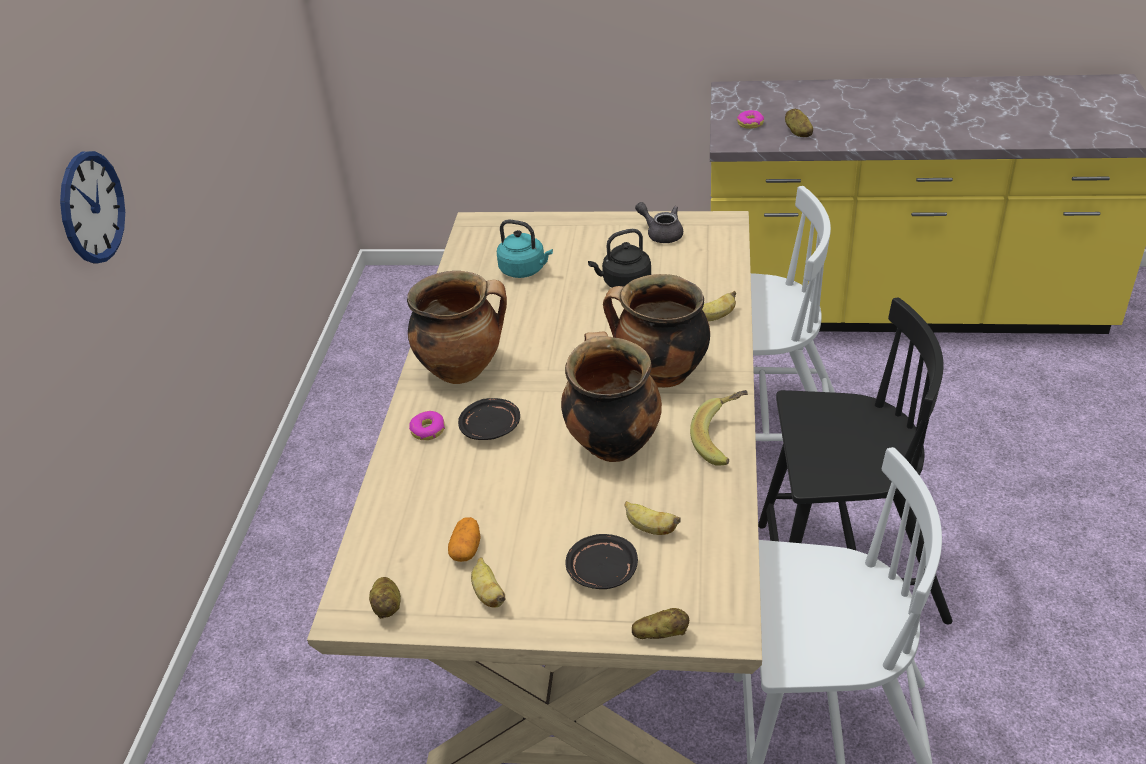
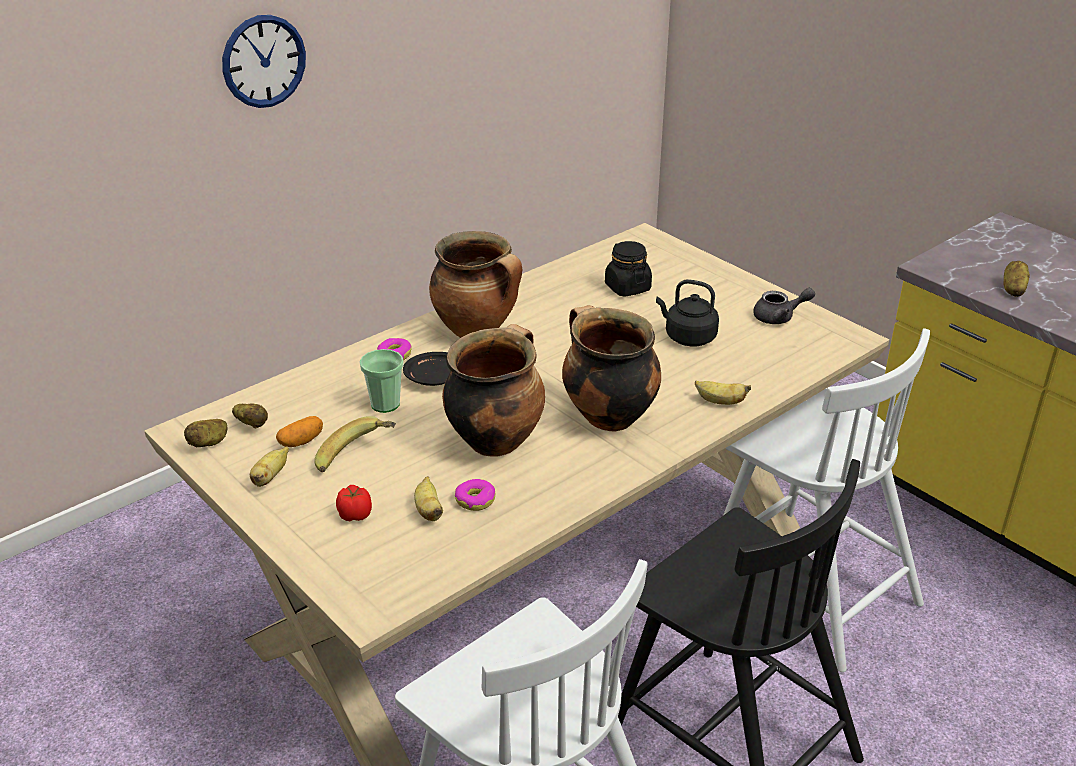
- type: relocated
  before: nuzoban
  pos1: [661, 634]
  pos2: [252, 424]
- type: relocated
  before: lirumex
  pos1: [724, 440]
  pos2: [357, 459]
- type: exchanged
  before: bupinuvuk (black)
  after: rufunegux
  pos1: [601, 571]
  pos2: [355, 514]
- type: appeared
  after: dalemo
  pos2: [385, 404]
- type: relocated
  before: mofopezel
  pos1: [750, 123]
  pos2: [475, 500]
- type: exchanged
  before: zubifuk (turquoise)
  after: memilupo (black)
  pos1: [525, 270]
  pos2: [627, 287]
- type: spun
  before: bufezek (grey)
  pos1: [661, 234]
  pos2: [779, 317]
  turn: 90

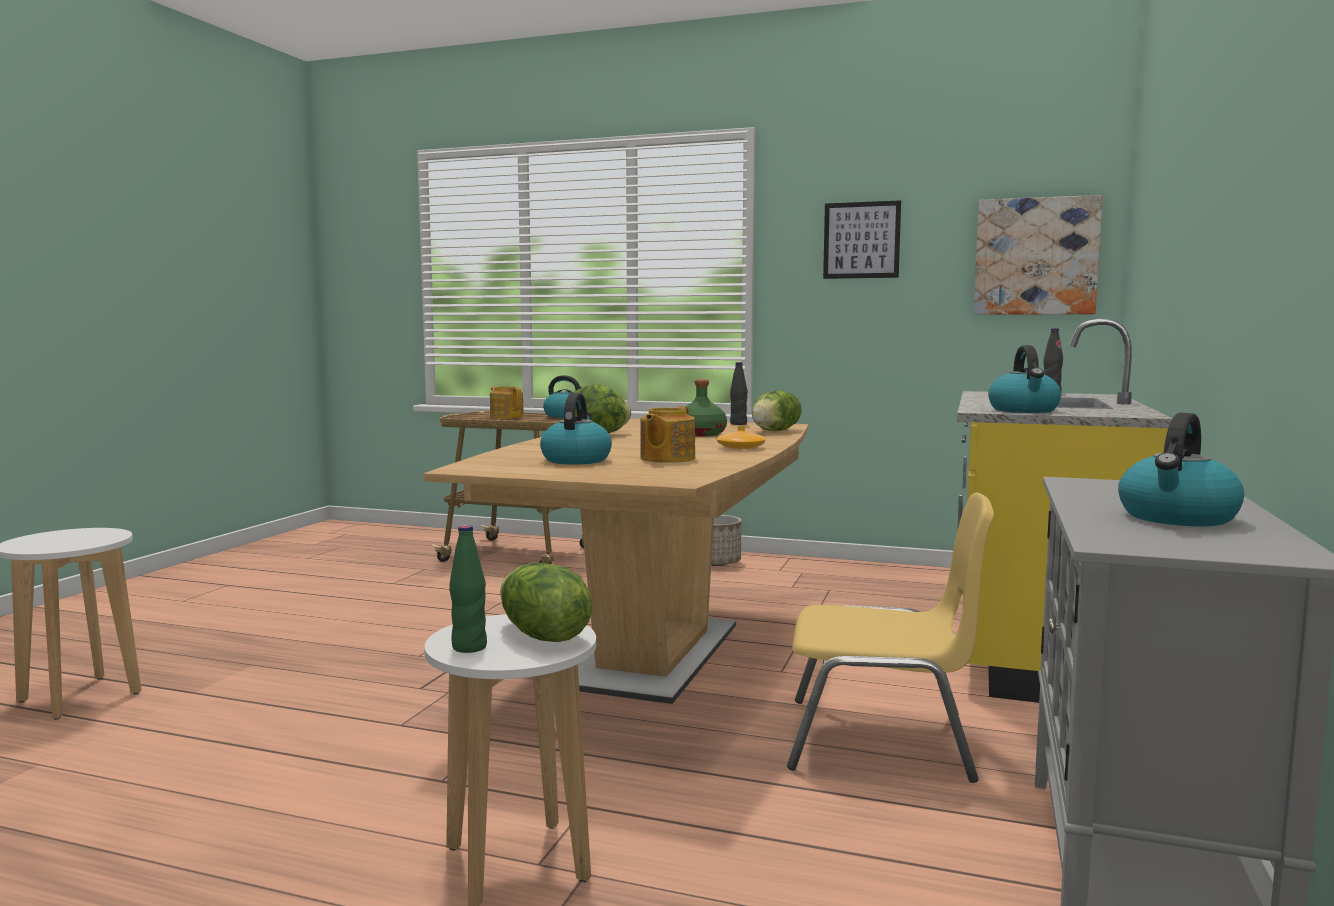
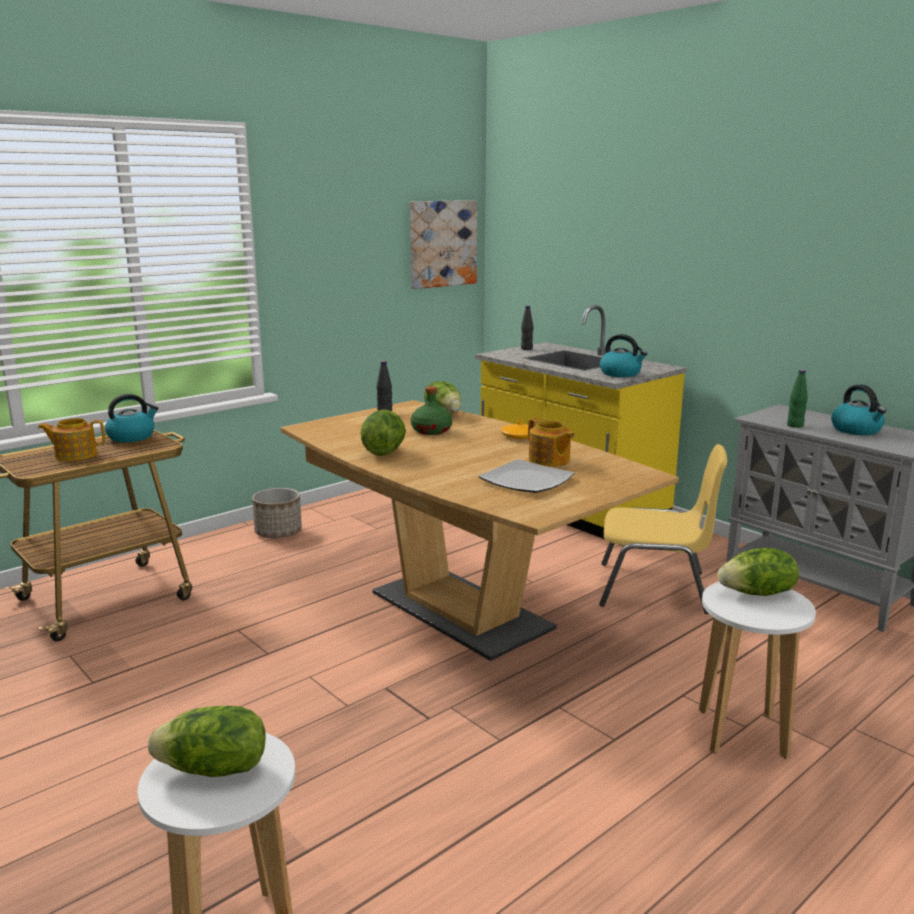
- type: appeared
  after: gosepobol
  pos2: [214, 770]
- type: exchanged
  before: zubifuk
  after: bupinuvuk
  pos1: [576, 460]
  pos2: [526, 481]
- type: spun
  before: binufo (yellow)
  pos1: [882, 740]
  pos2: [654, 589]
  turn: 60
- type: relocated
  before: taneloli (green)
  pos1: [469, 647]
  pos2: [795, 425]
- type: missing
  before: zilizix
  pos1: [861, 240]

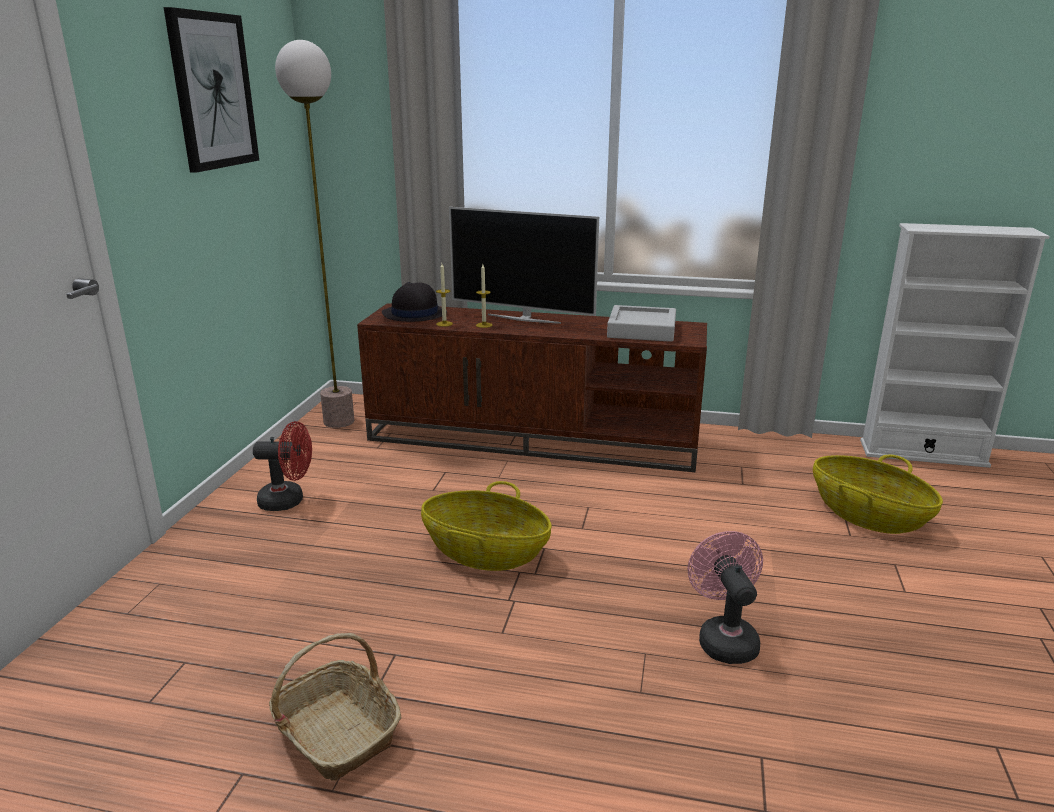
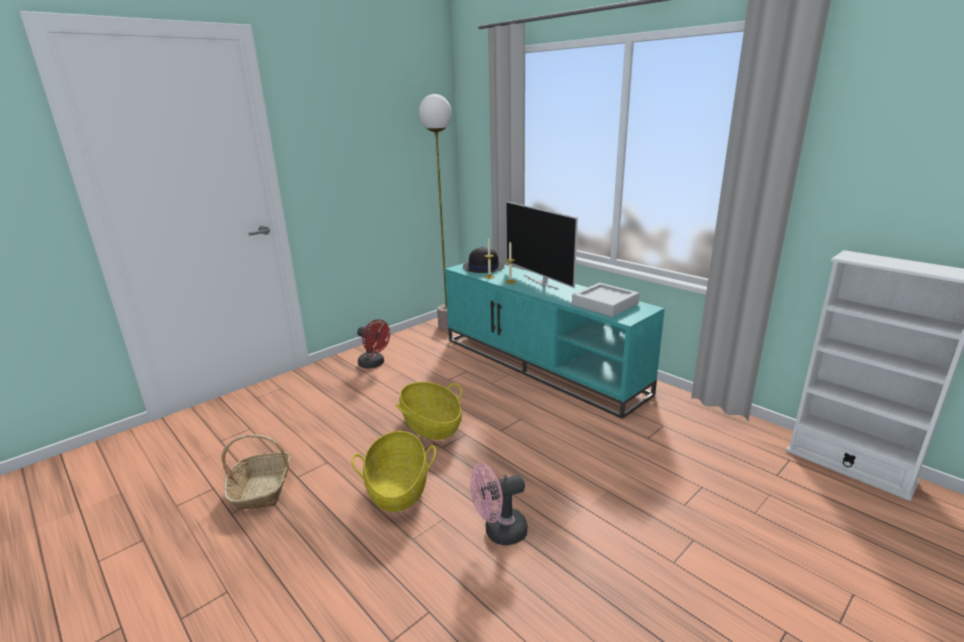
- type: relocated
  before: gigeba
  pos1: [868, 515]
  pos2: [397, 488]
- type: colour
  before: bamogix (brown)
  after: bamogix (turquoise)
  pos1: [534, 438]
  pos2: [542, 365]
- type: spun
  before: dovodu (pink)
  pos1: [724, 638]
  pos2: [499, 532]
  turn: -135
- type: missing
  before: zilizix
  pos1: [213, 91]

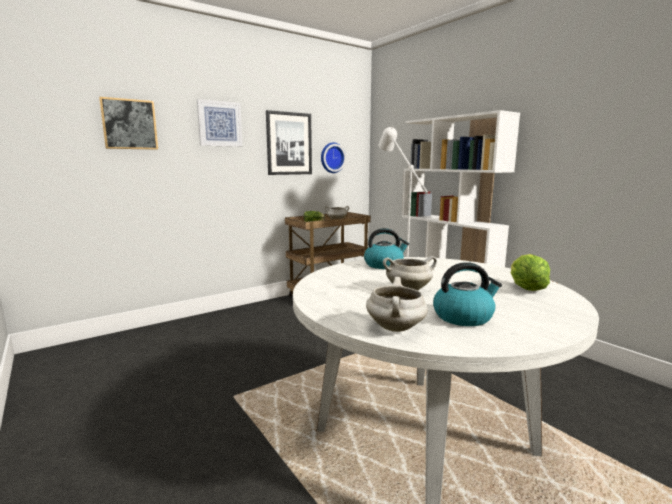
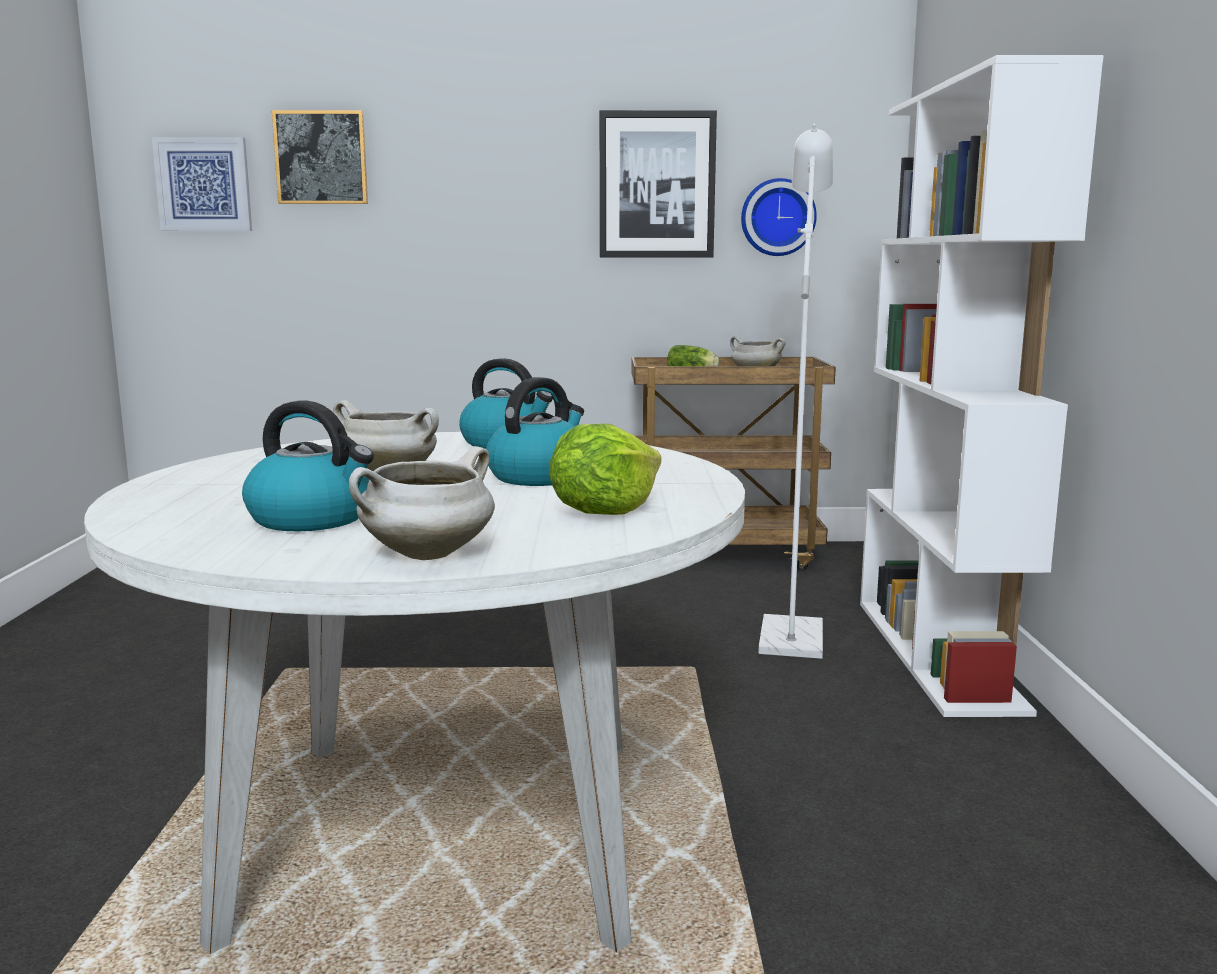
- type: relocated
  before: zilizix
  pos1: [219, 124]
  pos2: [204, 184]
- type: relocated
  before: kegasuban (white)
  pos1: [396, 328]
  pos2: [427, 555]
- type: appeared
  after: zubifuk
  pos2: [540, 476]

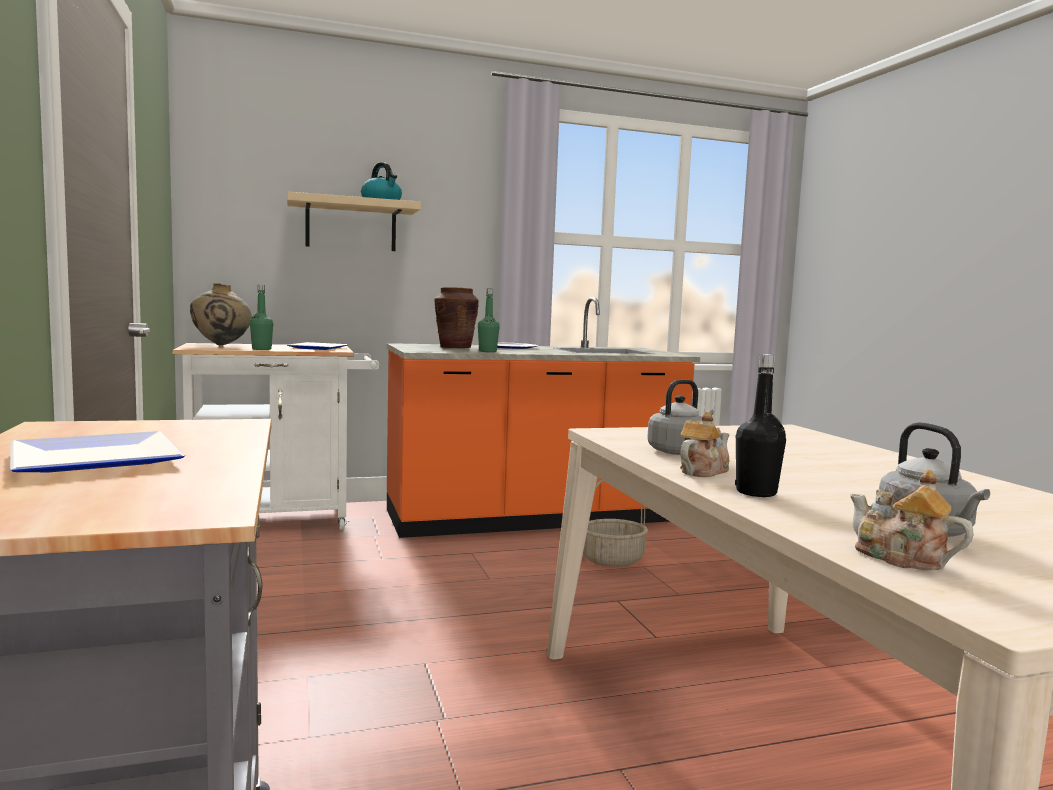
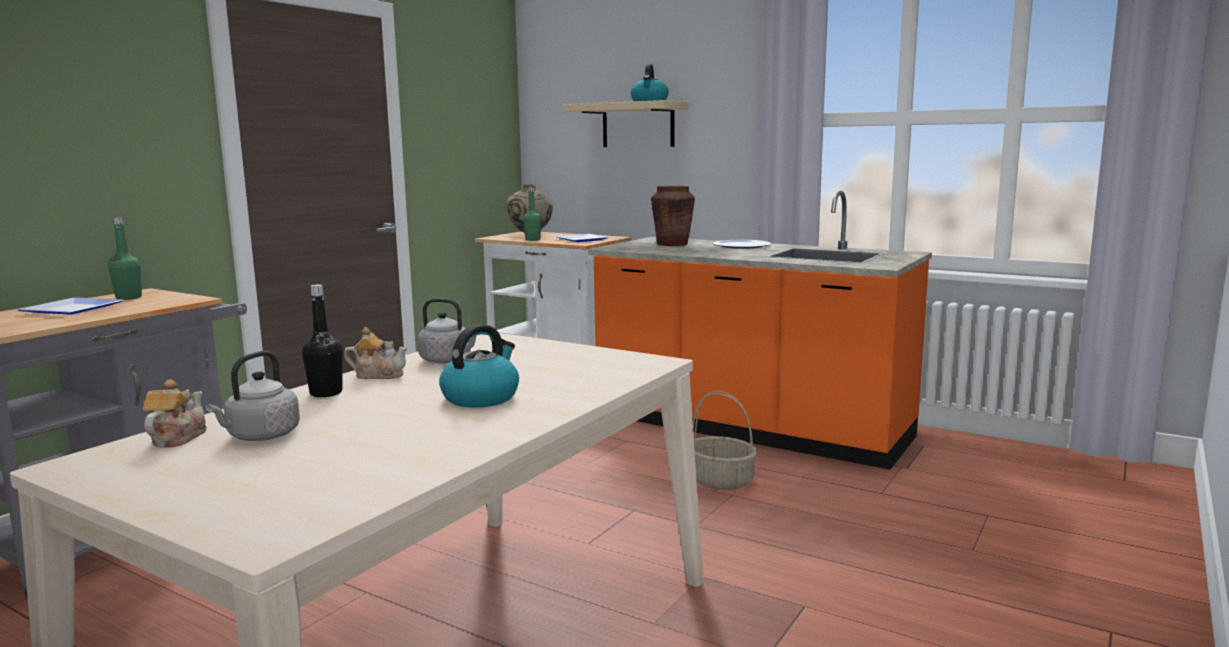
- type: relocated
  before: taneloli (green)
  pos1: [487, 351]
  pos2: [129, 298]
- type: appeared
  after: zubifuk
  pos2: [481, 397]

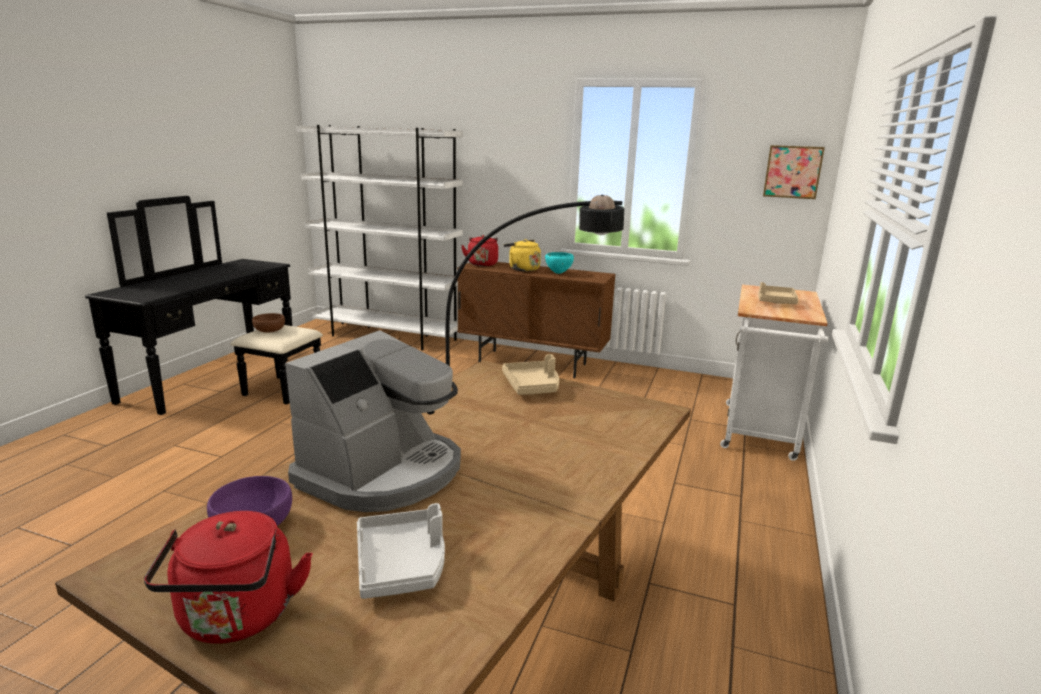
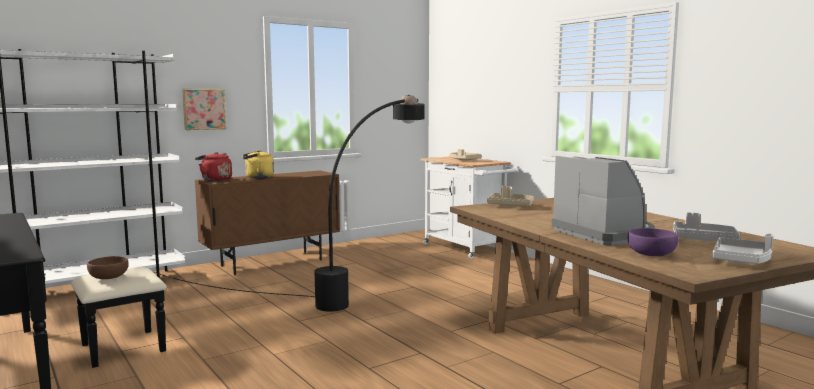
- type: relocated
  before: zilizix
  pos1: [792, 172]
  pos2: [203, 109]
- type: exchanged
  before: zubifuk (red)
  after: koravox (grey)
  pos1: [237, 619]
  pos2: [742, 260]
- type: missing
  before: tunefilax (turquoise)
  pos1: [558, 273]

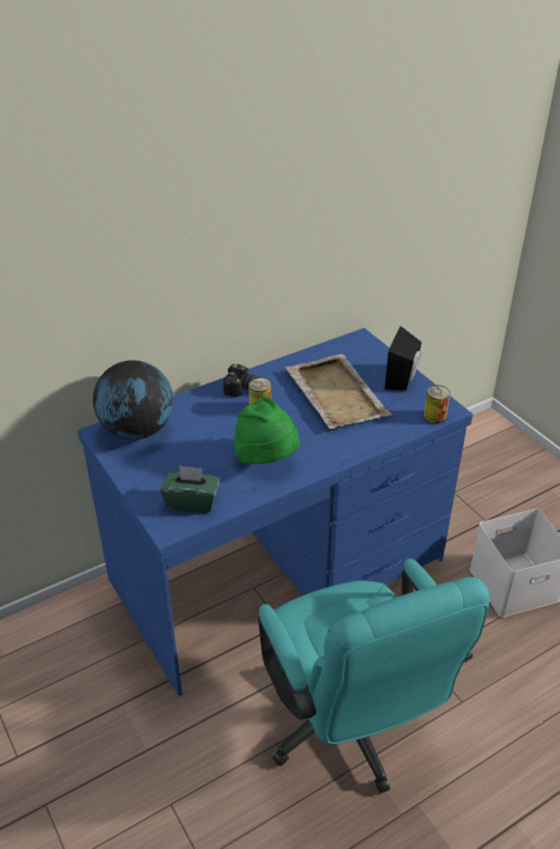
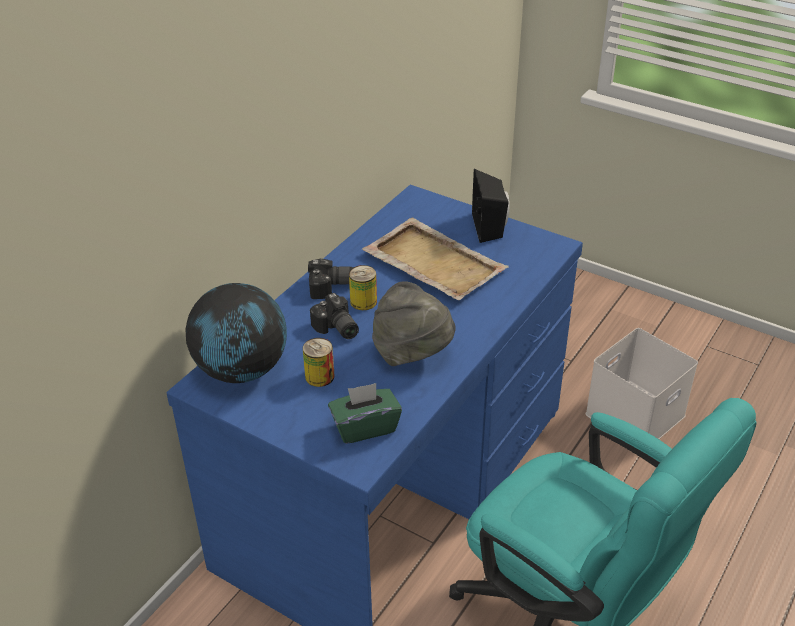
- type: relocated
  before: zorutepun
  pos1: [435, 416]
  pos2: [319, 376]
- type: appeared
  after: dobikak
  pos2: [336, 329]
- type: colour
  before: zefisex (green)
  after: zefisex (grey)
  pos1: [267, 459]
  pos2: [412, 354]

